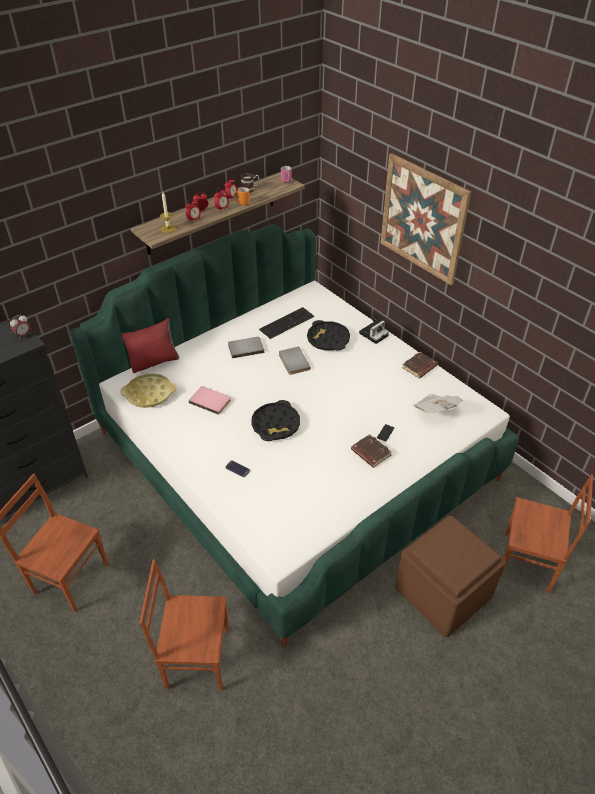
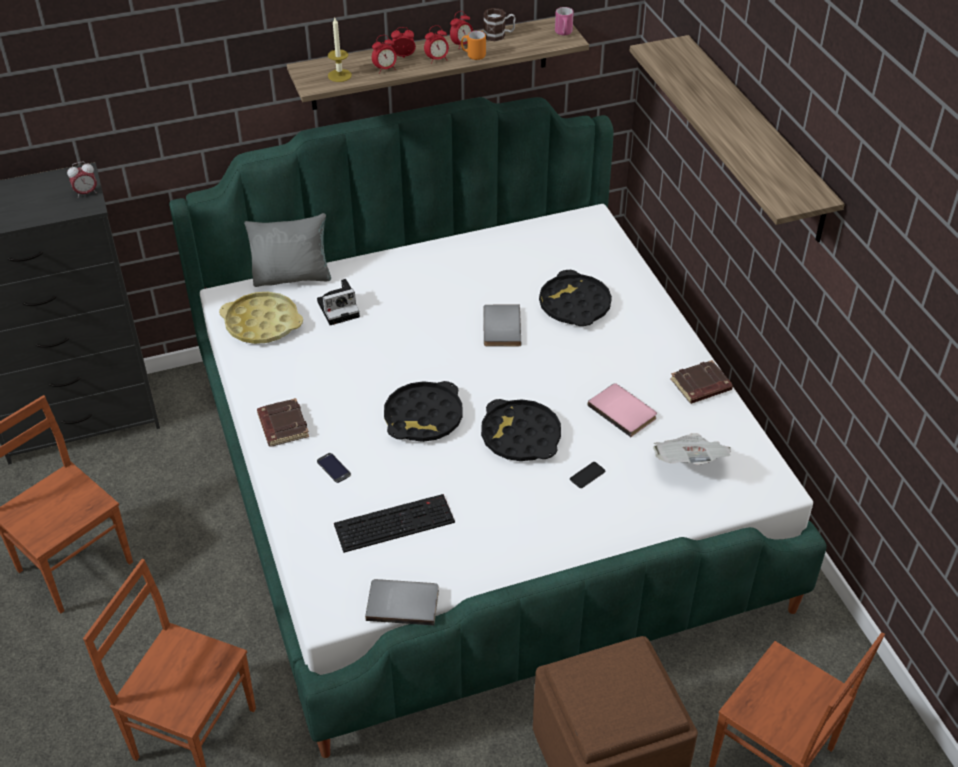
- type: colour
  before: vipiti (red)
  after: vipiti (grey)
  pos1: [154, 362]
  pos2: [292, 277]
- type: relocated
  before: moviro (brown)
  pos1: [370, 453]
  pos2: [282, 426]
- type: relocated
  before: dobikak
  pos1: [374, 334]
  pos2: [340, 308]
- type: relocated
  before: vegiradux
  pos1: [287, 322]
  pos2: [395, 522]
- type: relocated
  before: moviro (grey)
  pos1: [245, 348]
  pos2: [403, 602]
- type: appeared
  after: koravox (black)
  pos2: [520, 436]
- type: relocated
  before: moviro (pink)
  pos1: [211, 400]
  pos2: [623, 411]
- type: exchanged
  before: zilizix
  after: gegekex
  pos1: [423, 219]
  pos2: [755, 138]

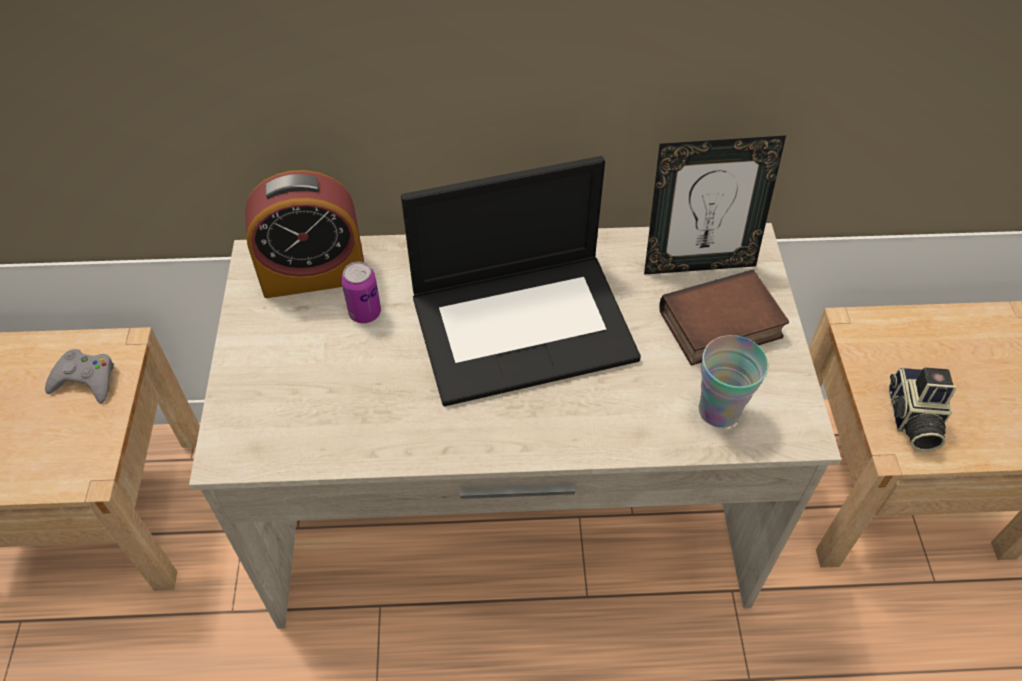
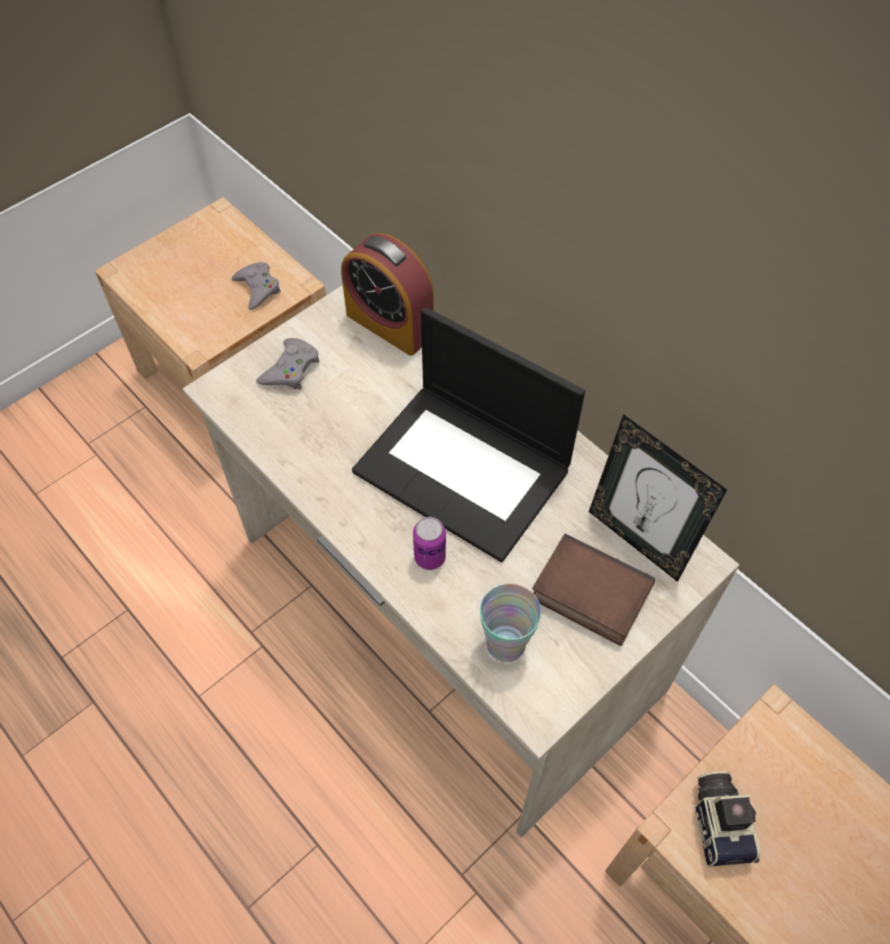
- type: appeared
  after: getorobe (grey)
  pos2: [291, 369]
- type: relocated
  before: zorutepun
  pos1: [365, 313]
  pos2: [430, 557]
- type: spun
  before: dobikak
  pos1: [911, 419]
  pos2: [720, 823]
  turn: 120

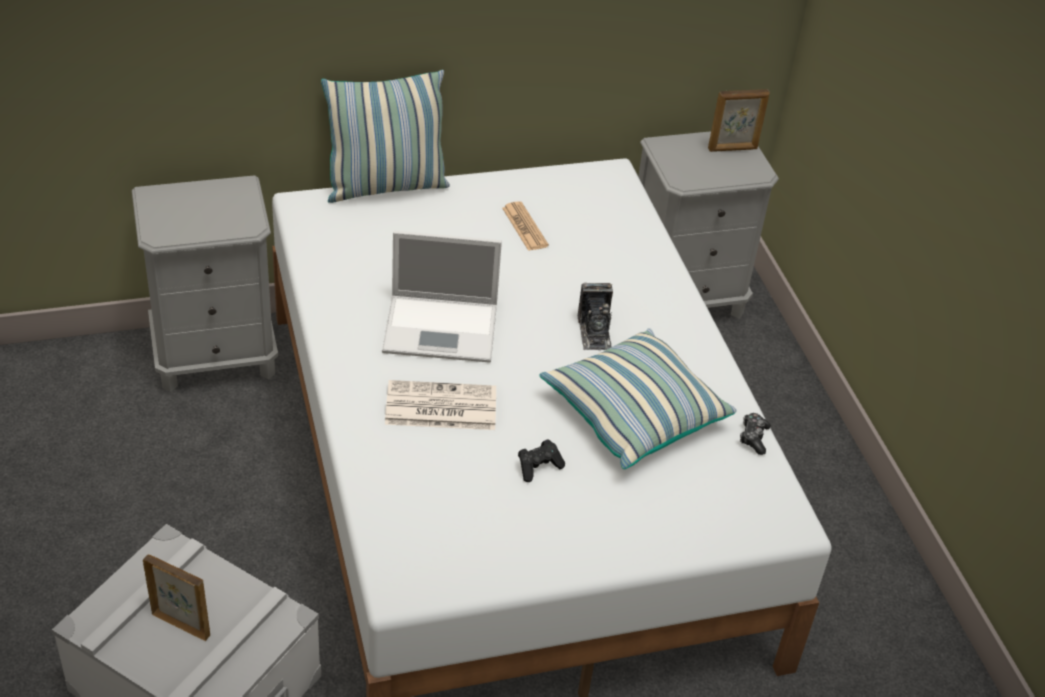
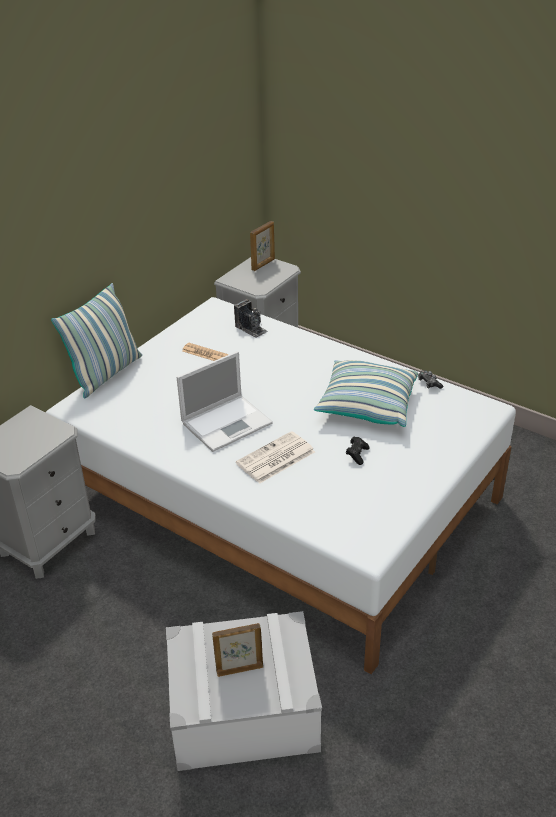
- type: relocated
  before: dobikak
  pos1: [594, 332]
  pos2: [251, 329]

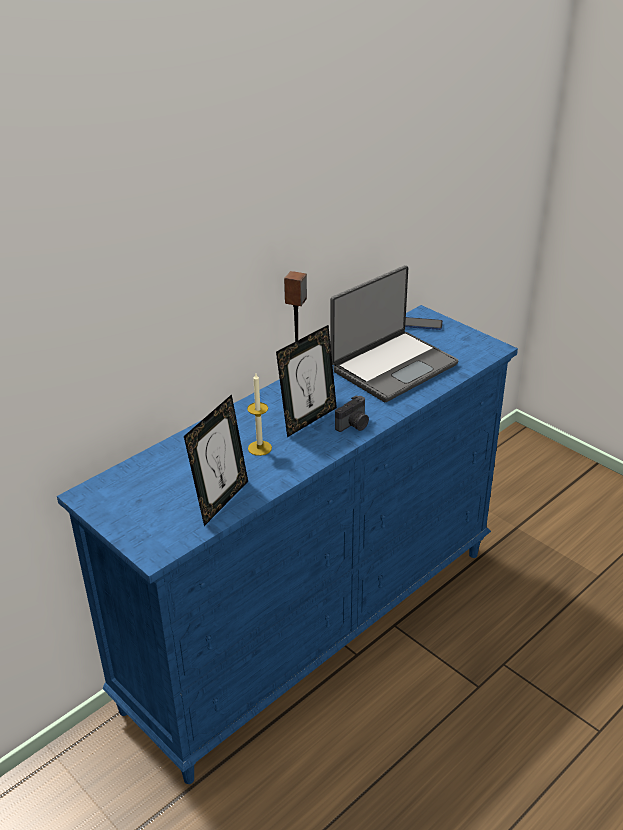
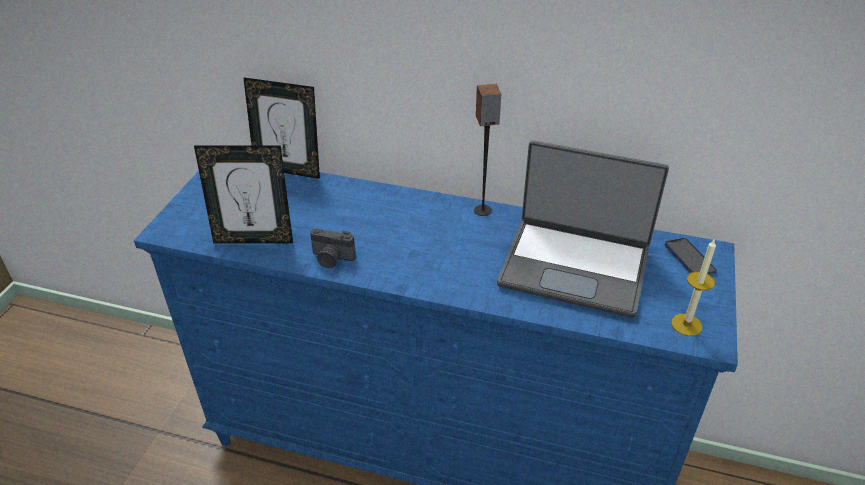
- type: relocated
  before: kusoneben
  pos1: [308, 420]
  pos2: [289, 170]
- type: relocated
  before: dobikak
  pos1: [354, 425]
  pos2: [332, 259]
- type: relocated
  before: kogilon
  pos1: [259, 448]
  pos2: [686, 325]

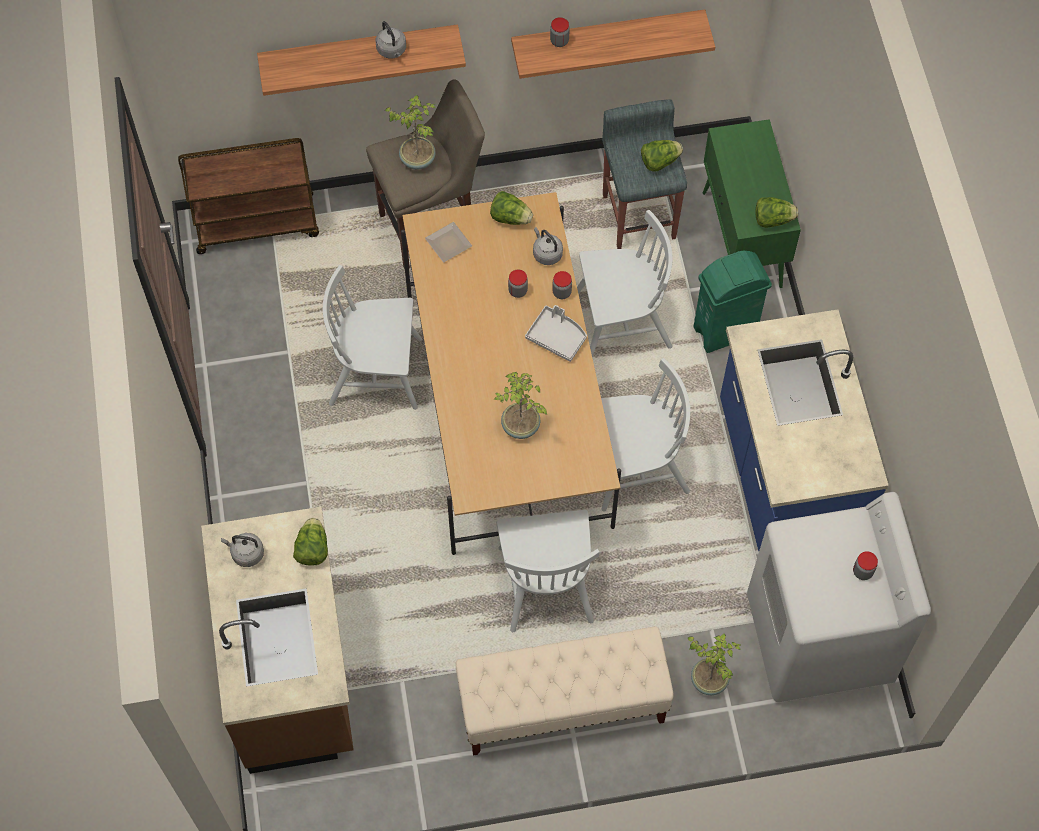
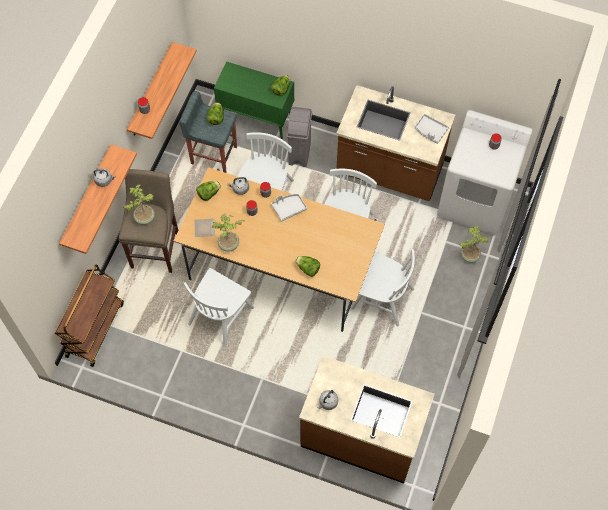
- type: relocated
  before: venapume
  pos1: [520, 427]
  pos2: [229, 245]
- type: colour
  before: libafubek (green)
  after: libafubek (grey)
  pos1: [725, 331]
  pos2: [300, 153]
- type: relocated
  before: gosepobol
  pos1: [312, 549]
  pos2: [308, 269]
- type: colour
  before: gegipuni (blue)
  after: gegipuni (brown)
  pos1: [783, 478]
  pos2: [389, 171]
- type: appeared
  after: koravox (grey)
  pos2: [430, 131]
- type: missing
  before: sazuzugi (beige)
  pos1: [562, 705]

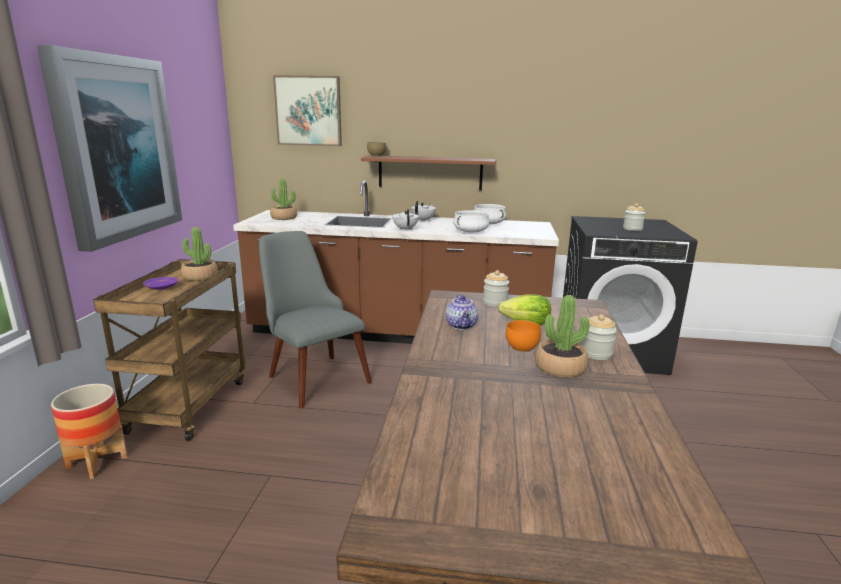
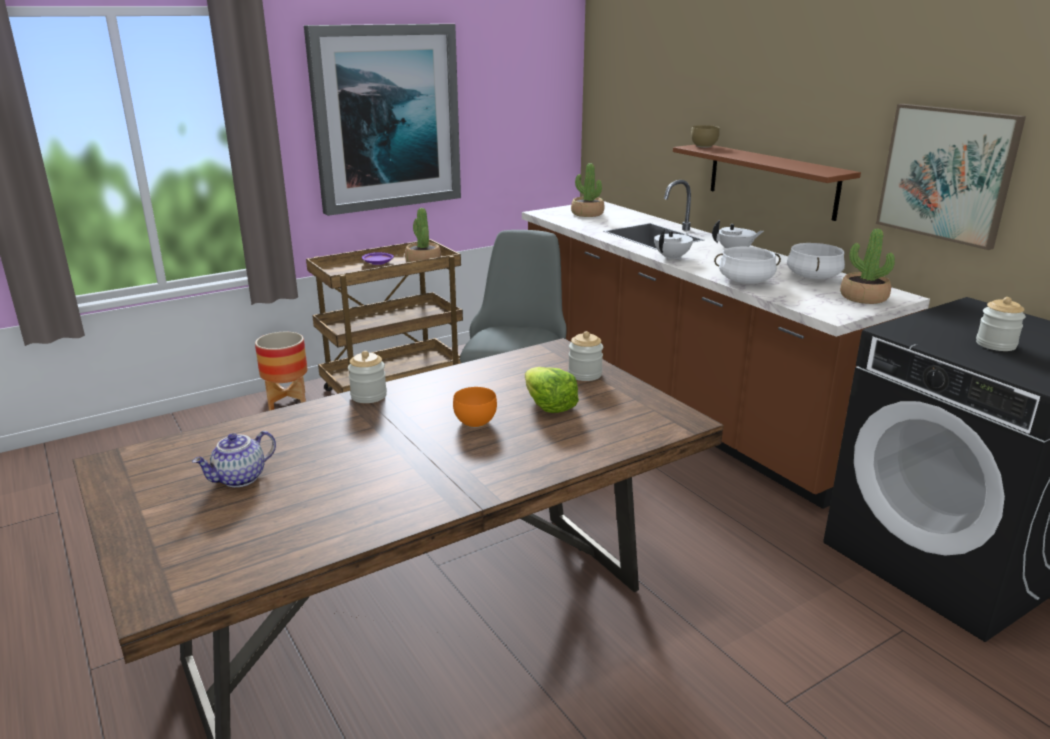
- type: relocated
  before: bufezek
  pos1: [462, 326]
  pos2: [240, 479]
- type: relocated
  before: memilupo
  pos1: [596, 353]
  pos2: [369, 396]
- type: relocated
  before: venapume
  pos1: [560, 368]
  pos2: [863, 297]
- type: relocated
  before: zilizix
  pos1: [308, 111]
  pos2: [946, 174]

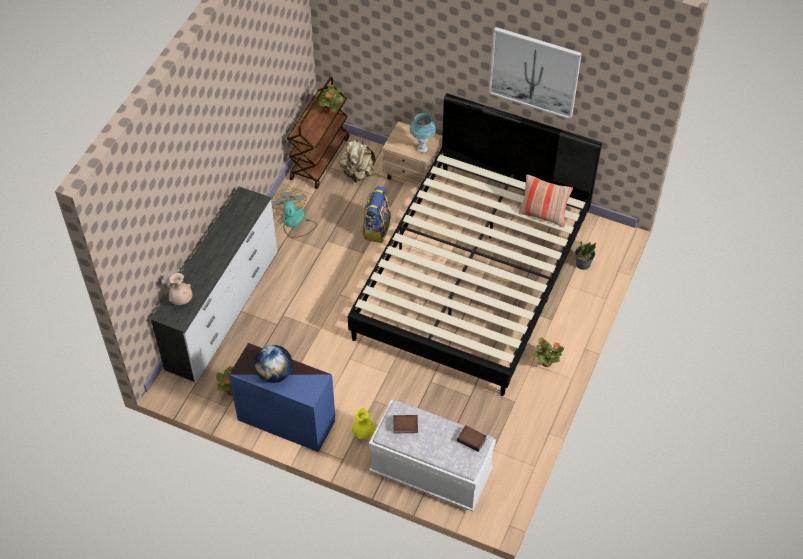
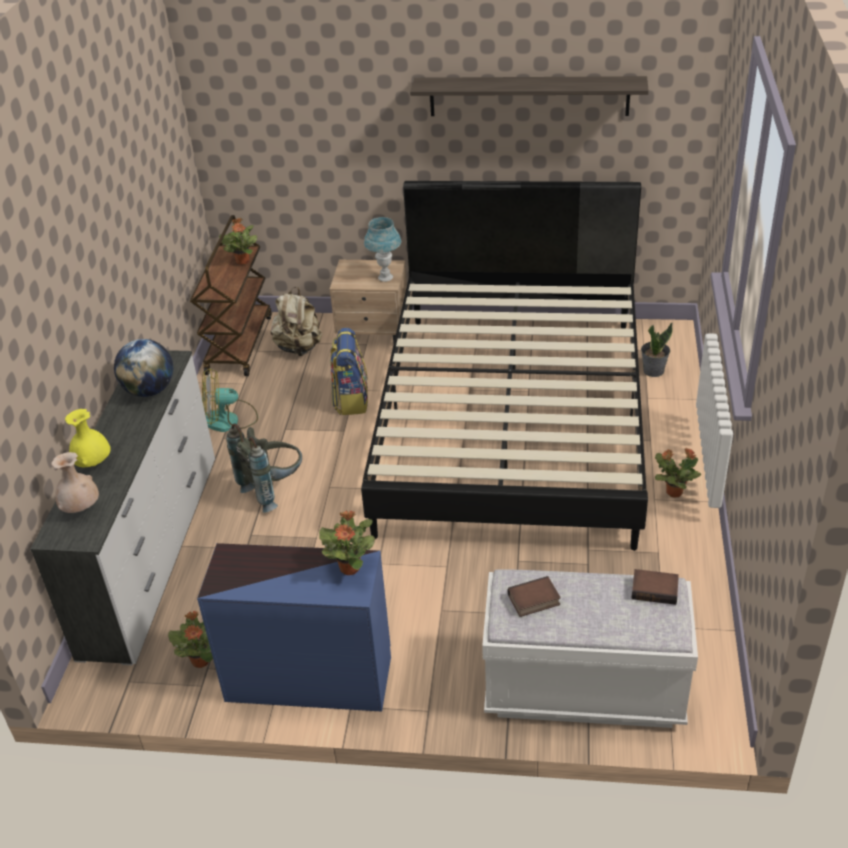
- type: relocated
  before: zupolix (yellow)
  pos1: [363, 433]
  pos2: [94, 464]
- type: relocated
  before: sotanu
  pos1: [275, 374]
  pos2: [149, 391]
- type: spun
  before: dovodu
  pos1: [295, 222]
  pos2: [229, 420]
  turn: -75
- type: appeared
  after: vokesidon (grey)
  pos2: [273, 489]
- type: appeared
  after: venapume
  pos2: [350, 567]
- type: exchanged
  before: zilizix
  after: gegekex
  pos1: [534, 72]
  pos2: [529, 96]
- type: missing
  before: vipiti
  pos1: [543, 215]

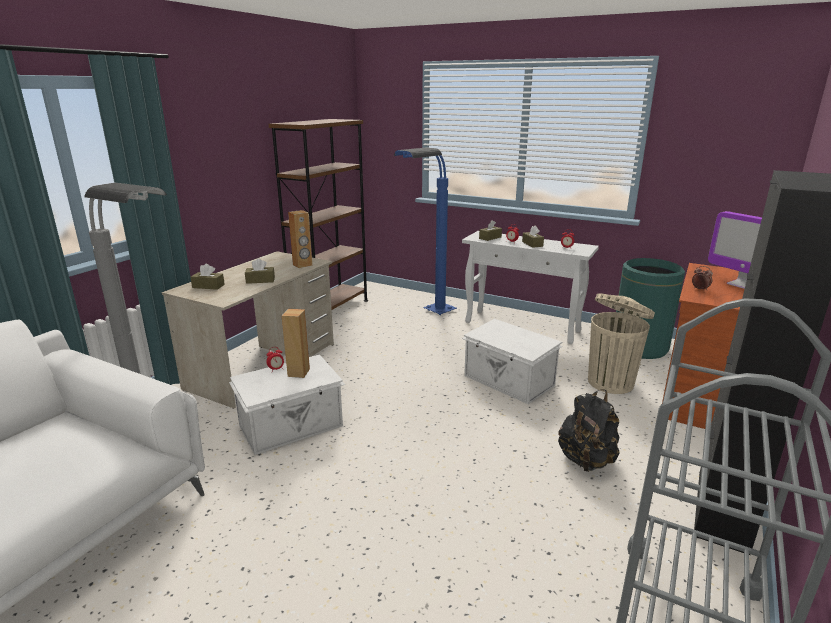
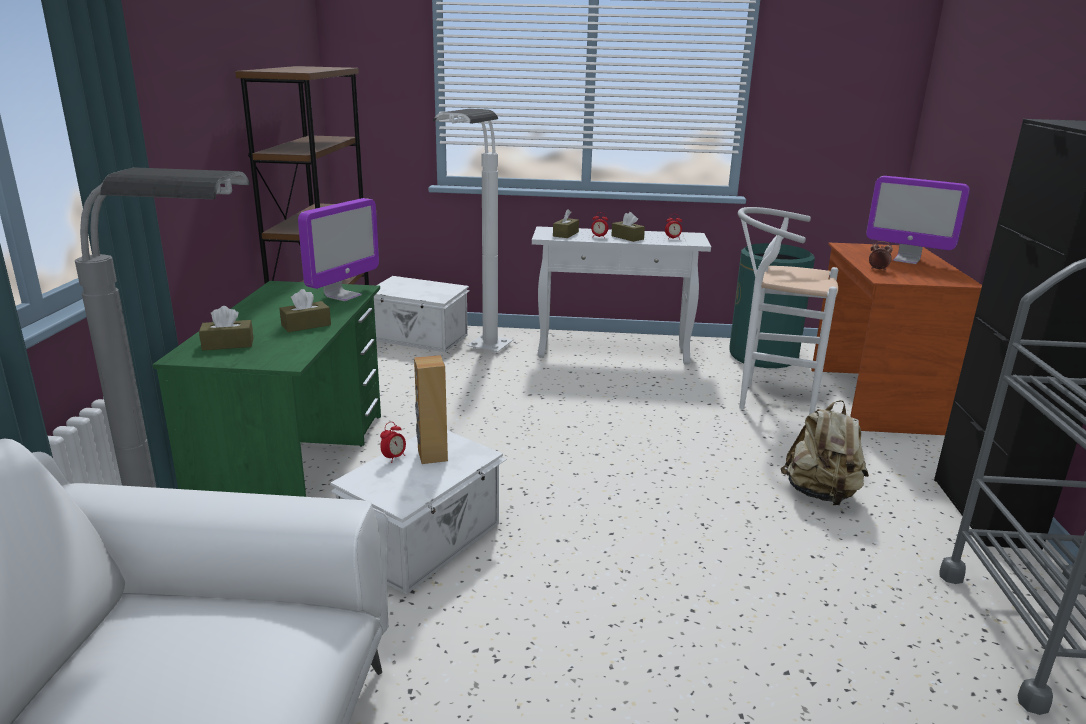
- type: colour
  before: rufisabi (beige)
  after: rufisabi (green)
  pos1: [264, 366]
  pos2: [297, 466]
- type: exchanged
  before: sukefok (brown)
  after: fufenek
  pos1: [302, 265]
  pos2: [343, 296]
- type: relocated
  before: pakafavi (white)
  pos1: [508, 381]
  pos2: [419, 338]
- type: colour
  before: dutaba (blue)
  after: dutaba (white)
  pos1: [428, 315]
  pos2: [479, 355]
- type: exchanged
  before: libafubek (beige)
  after: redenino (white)
  pos1: [611, 382]
  pos2: [768, 400]
- type: colour
  before: vokesidon (black)
  after: vokesidon (beige)
  pos1: [586, 460]
  pos2: [821, 494]

